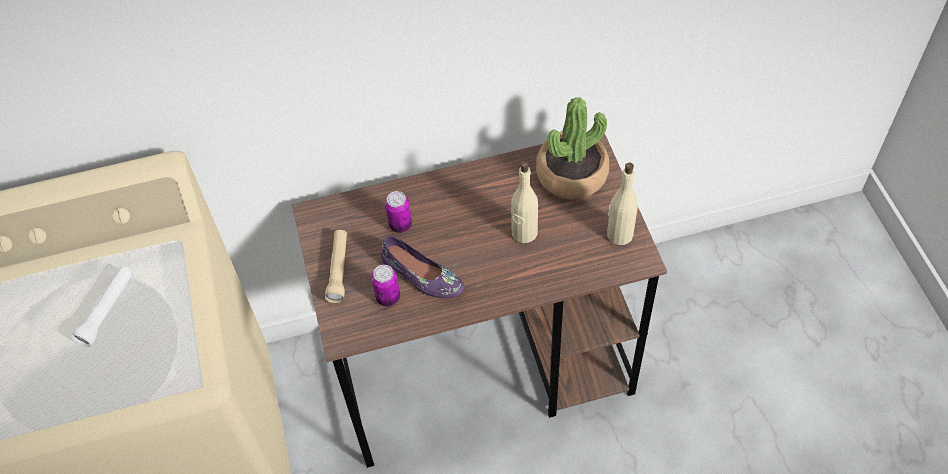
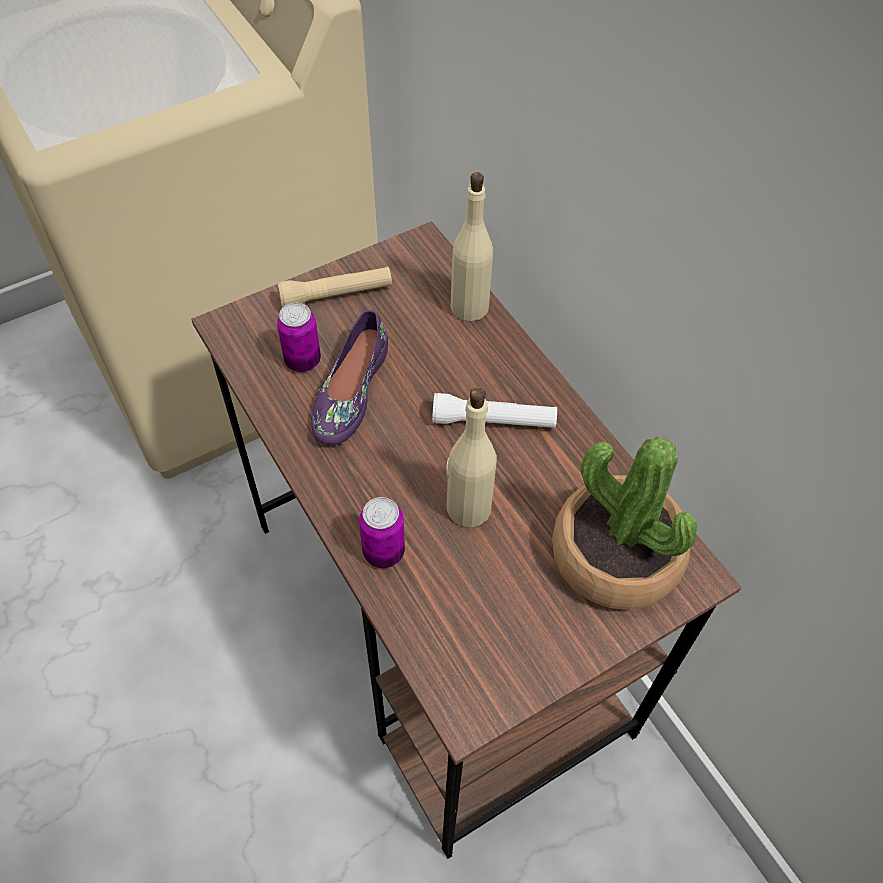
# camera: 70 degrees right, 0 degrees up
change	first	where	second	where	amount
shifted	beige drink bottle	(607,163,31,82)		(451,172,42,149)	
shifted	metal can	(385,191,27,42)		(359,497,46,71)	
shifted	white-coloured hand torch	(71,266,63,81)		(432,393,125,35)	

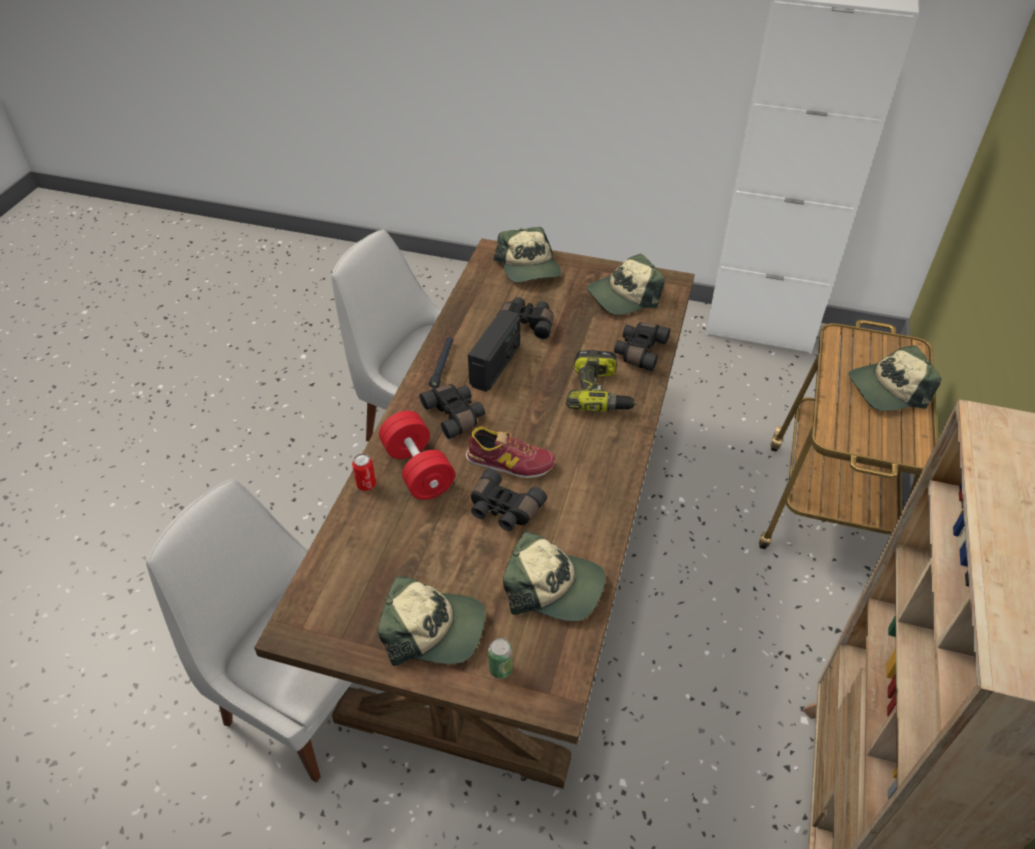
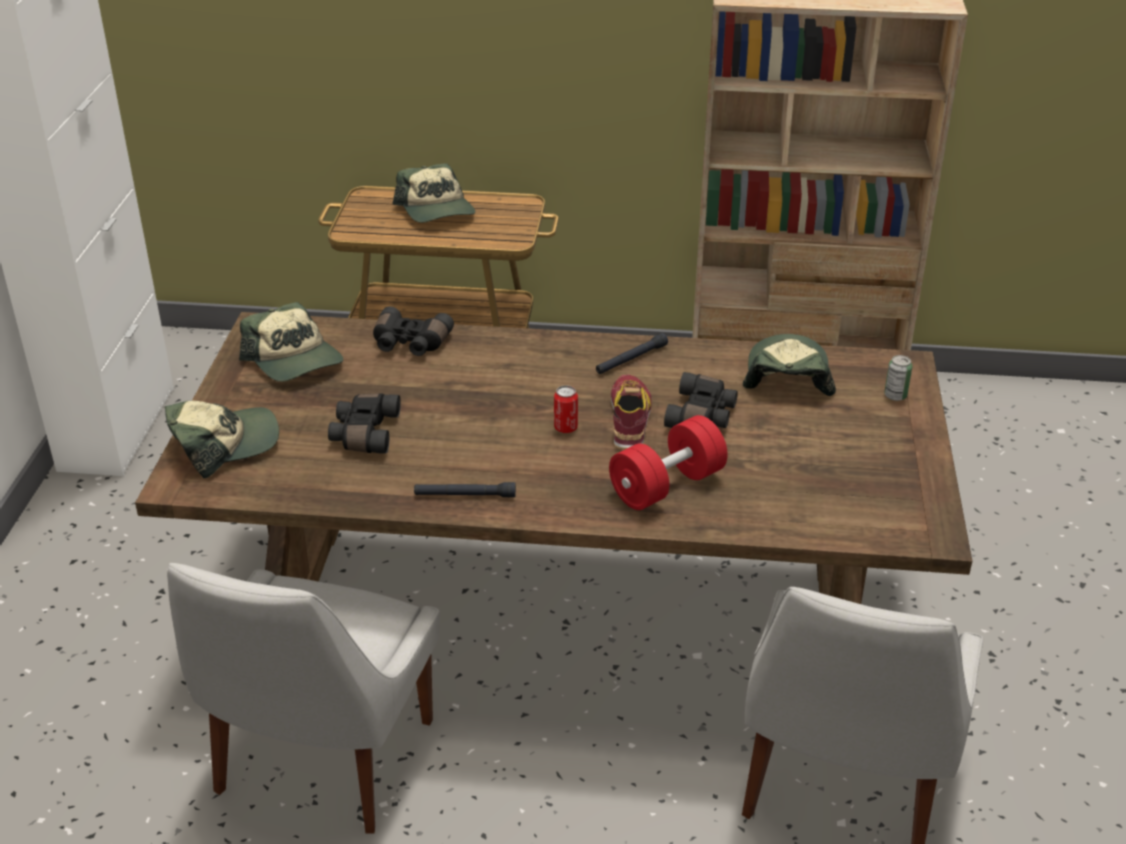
# camera: 100 degrees left, 10 degrees down
change	first	where	second	where	amount
gone	radio	(468,310,52,82)			
gone	drill	(566,350,71,62)			
gone	black-coloured field glasses	(420,384,65,56)			
shifted	metal can	(352,453,24,38)		(554,385,24,48)	
gone	peaked cap	(378,576,107,90)			
new			black-coloured hand torch	(596,333,72,41)	

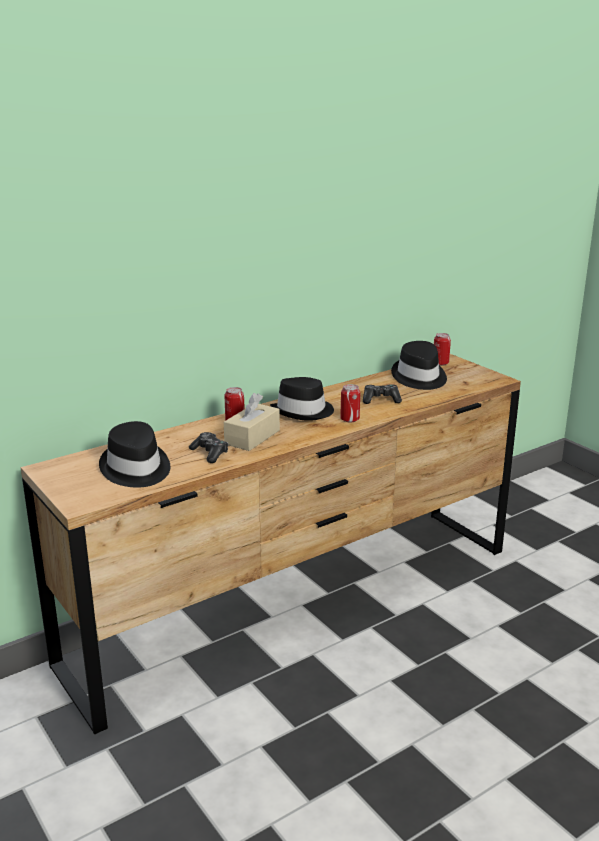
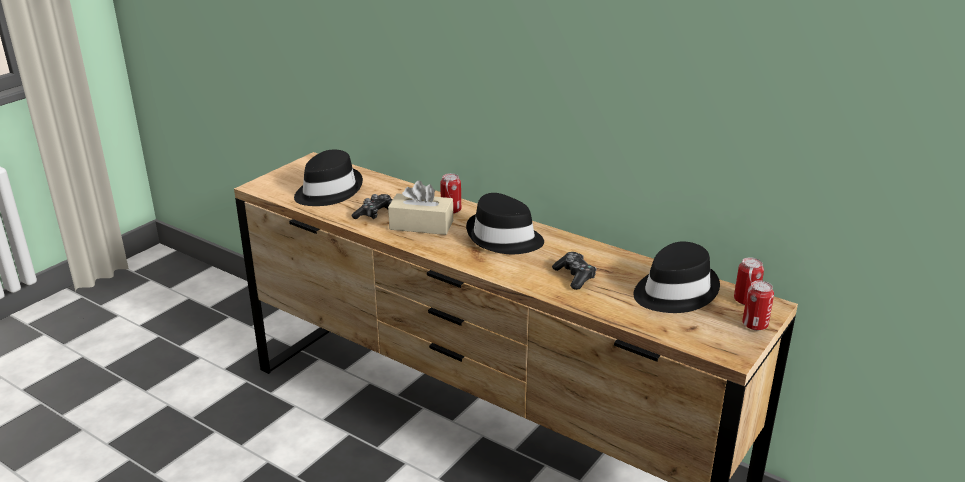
# camera: 70 degrees right, 5 degrees up
change	first	where	second	where	amount
shifted	metal can	(340,384,20,38)		(742,280,32,51)	

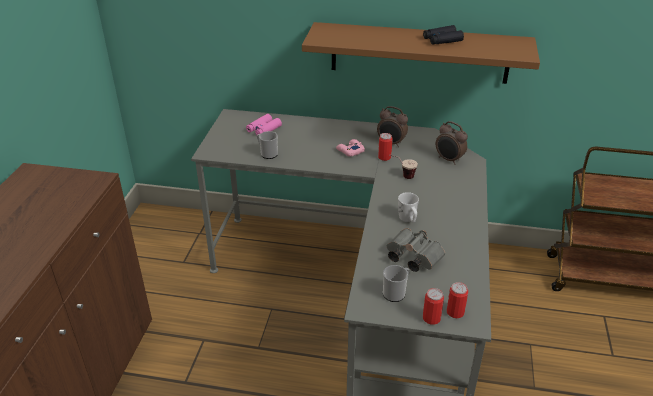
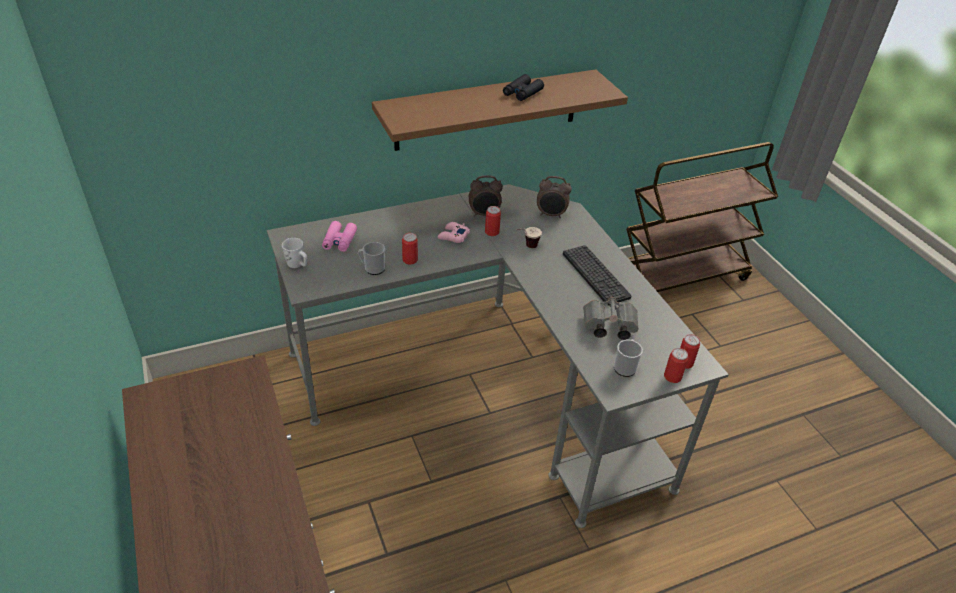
# camera: 35 degrees left, 5 degrees up
change	first	where	second	where	amount
shifted	white-coloured coffee mug	(398,192,21,30)		(282,238,25,30)	
new			metal can	(402,233,16,31)	
new			PC keyboard	(563,245,69,60)	

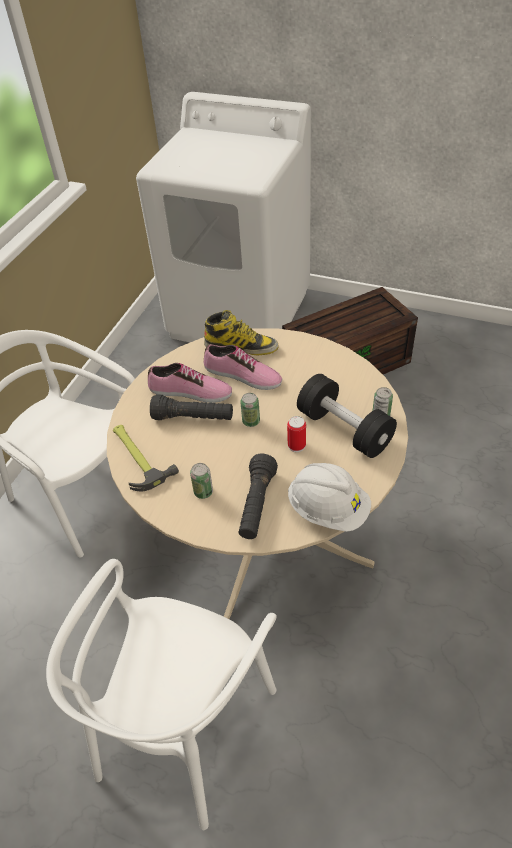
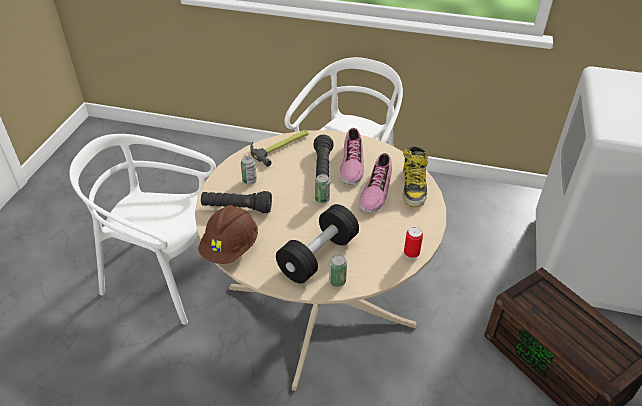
# camera: 80 degrees right, 5 degrees down
change	first	where	second	where	amount
shifted	metal can	(287,416,19,36)		(404,227,19,32)	
repainted	white-coloured hard hat	(288,463,83,69)	brown-coloured hard hat	(198,205,60,59)	

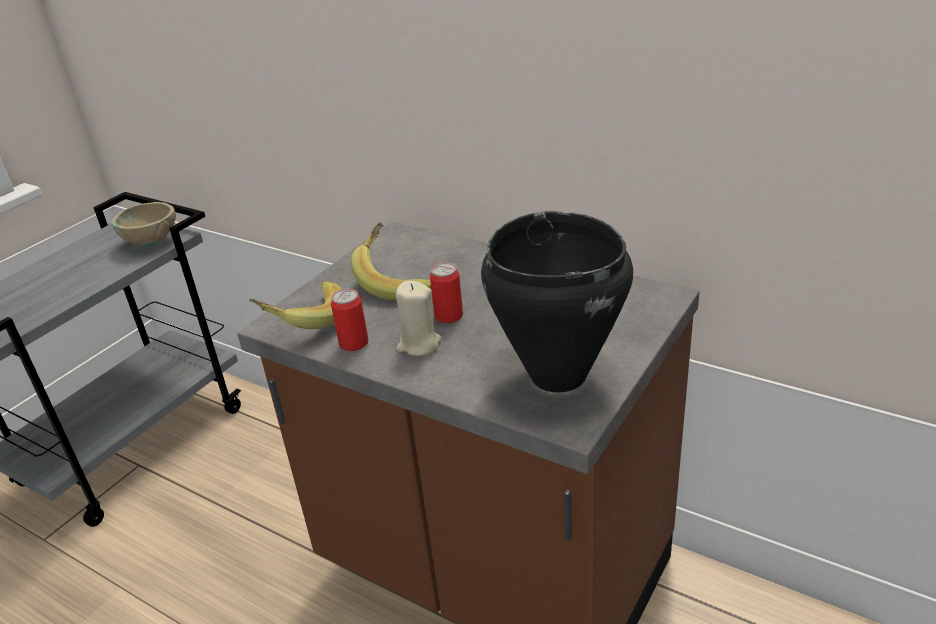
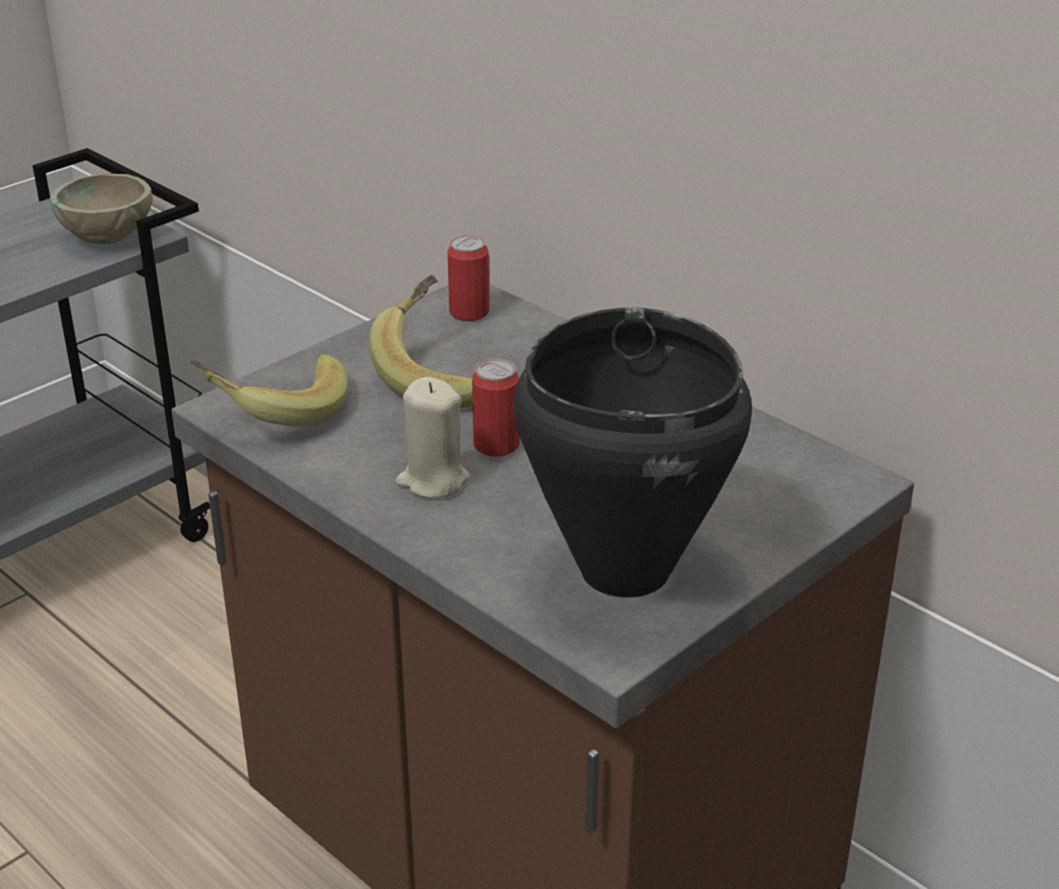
# camera: 10 degrees right, 0 degrees up
change	first	where	second	where	amount
shifted	metal can	(331,289,38,62)		(447,235,43,86)	

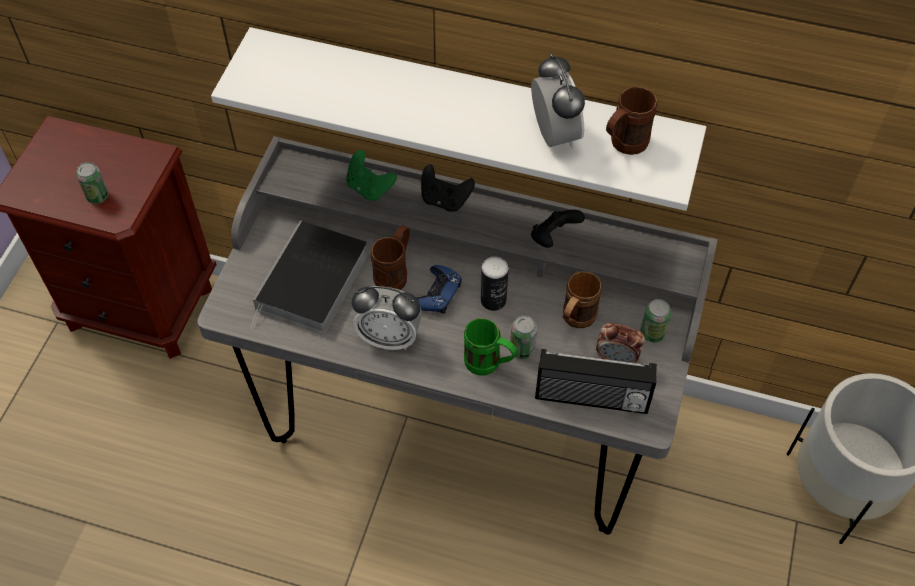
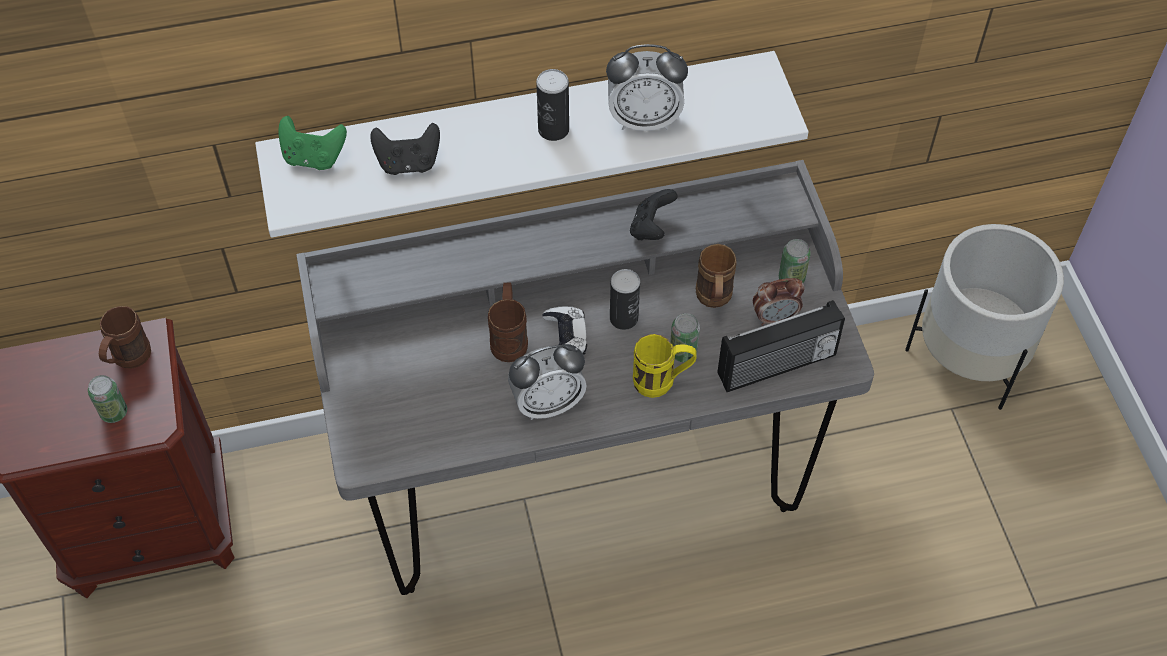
# camera: 30 degrees left, 0 degrees up
change	first	where	second	where	amount
rotated	alarm clock	(531,54,54,94)		(606,44,82,87)	135 degrees clockwise
shifted	brown-coloured coffee mug	(606,87,51,68)		(99,306,52,63)	
shifted	green-coloured gamepad	(346,150,51,51)		(278,116,69,54)	
shifted	black-coloured gamepad	(421,164,54,48)		(370,123,70,52)	
gone	bound book	(251,220,117,114)			
repainted	blue-coloured gamepad	(417,265,45,49)	white-coloured gamepad	(542,307,45,48)	
repainted	green-coloured coffee mug	(464,318,53,57)	yellowish coffee mug	(633,334,64,64)	
new			metal can	(536,69,33,72)	

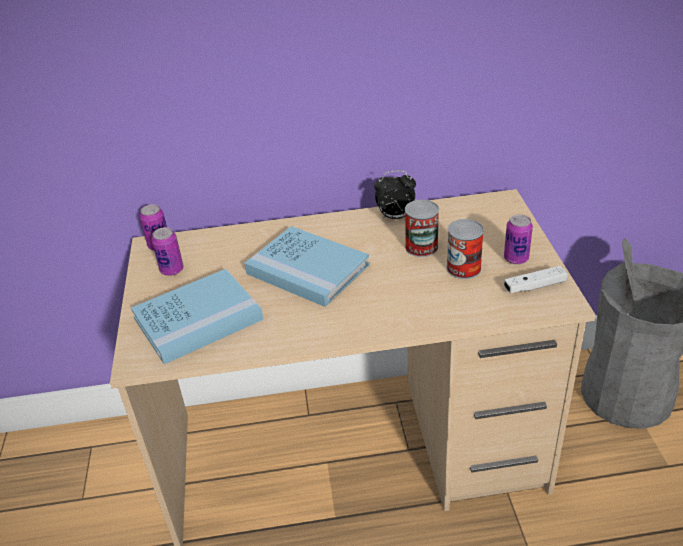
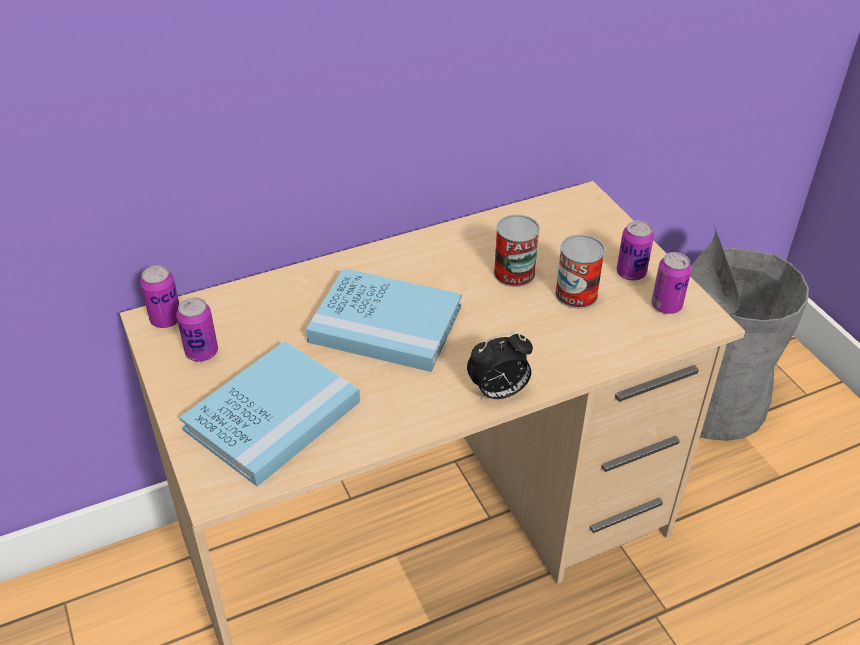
# camera: 20 degrees left, 5 degrees up
change	first	where	second	where	amount
shifted	alarm clock	(374,170,42,50)		(467,332,66,68)	
swapped	white-coloured gamepad	(504,266,64,27)	metal can	(651,252,41,62)	

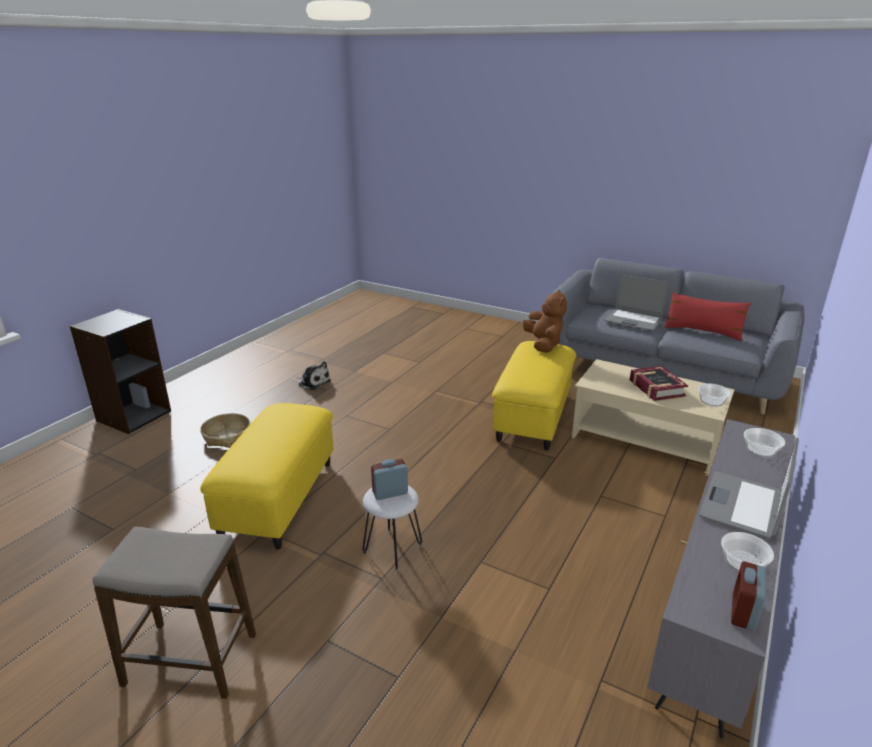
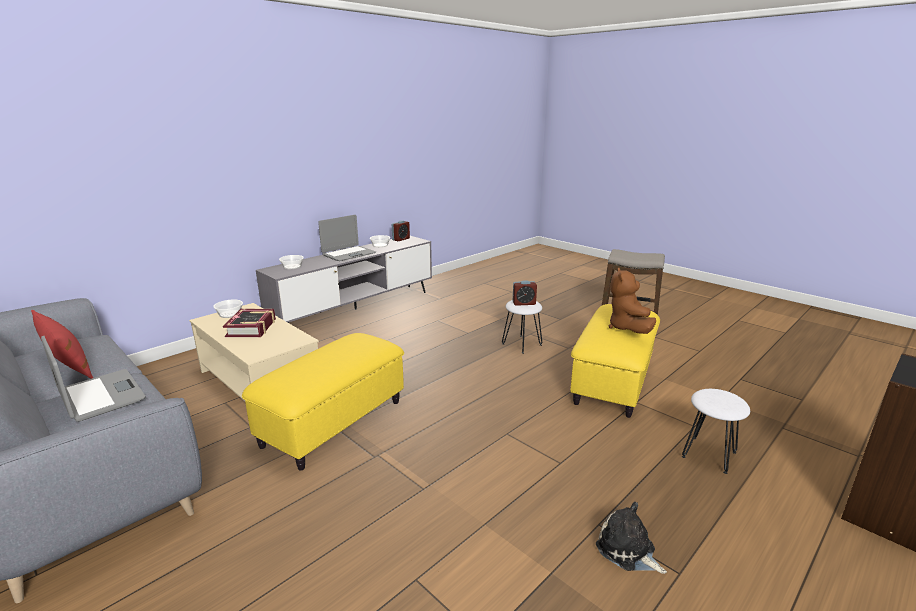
# camera: 165 degrees left, 5 degrees down
change	first	where	second	where	amount
shifted	brown-coloured plush toy	(523,290,44,63)		(609,268,47,66)	
swapped	basket	(200,413,50,35)	white-coloured stool	(682,389,68,85)	

